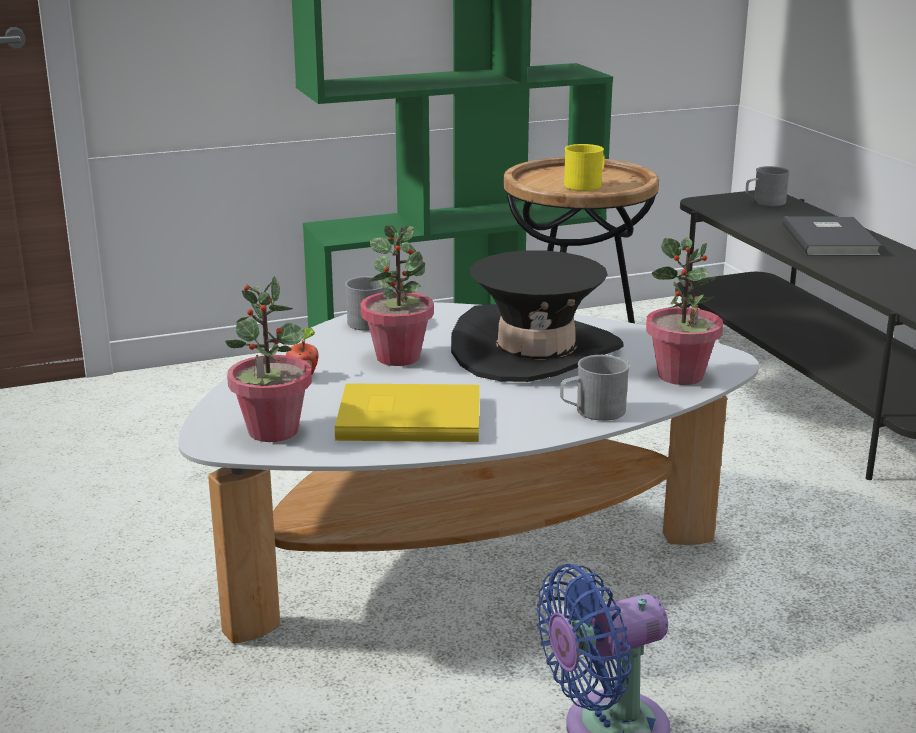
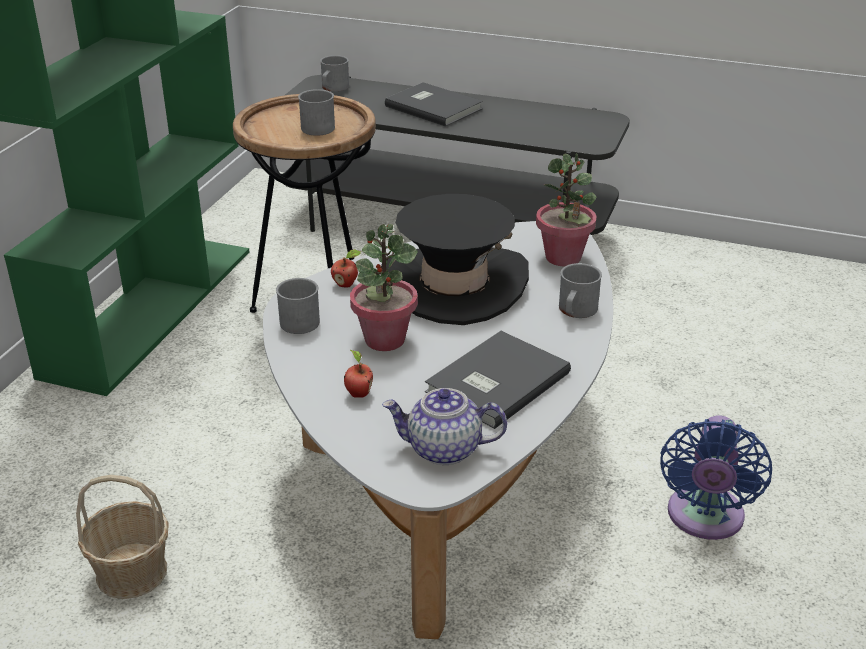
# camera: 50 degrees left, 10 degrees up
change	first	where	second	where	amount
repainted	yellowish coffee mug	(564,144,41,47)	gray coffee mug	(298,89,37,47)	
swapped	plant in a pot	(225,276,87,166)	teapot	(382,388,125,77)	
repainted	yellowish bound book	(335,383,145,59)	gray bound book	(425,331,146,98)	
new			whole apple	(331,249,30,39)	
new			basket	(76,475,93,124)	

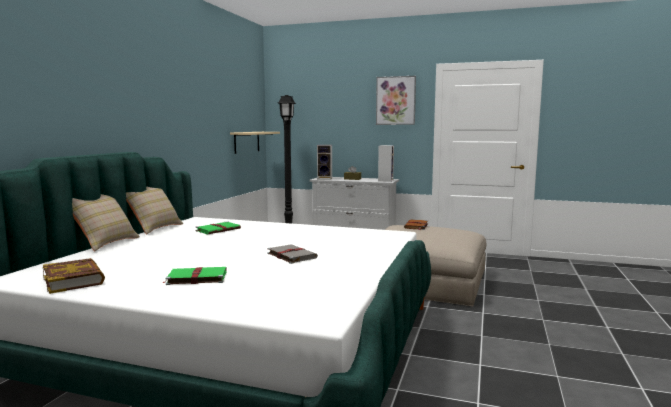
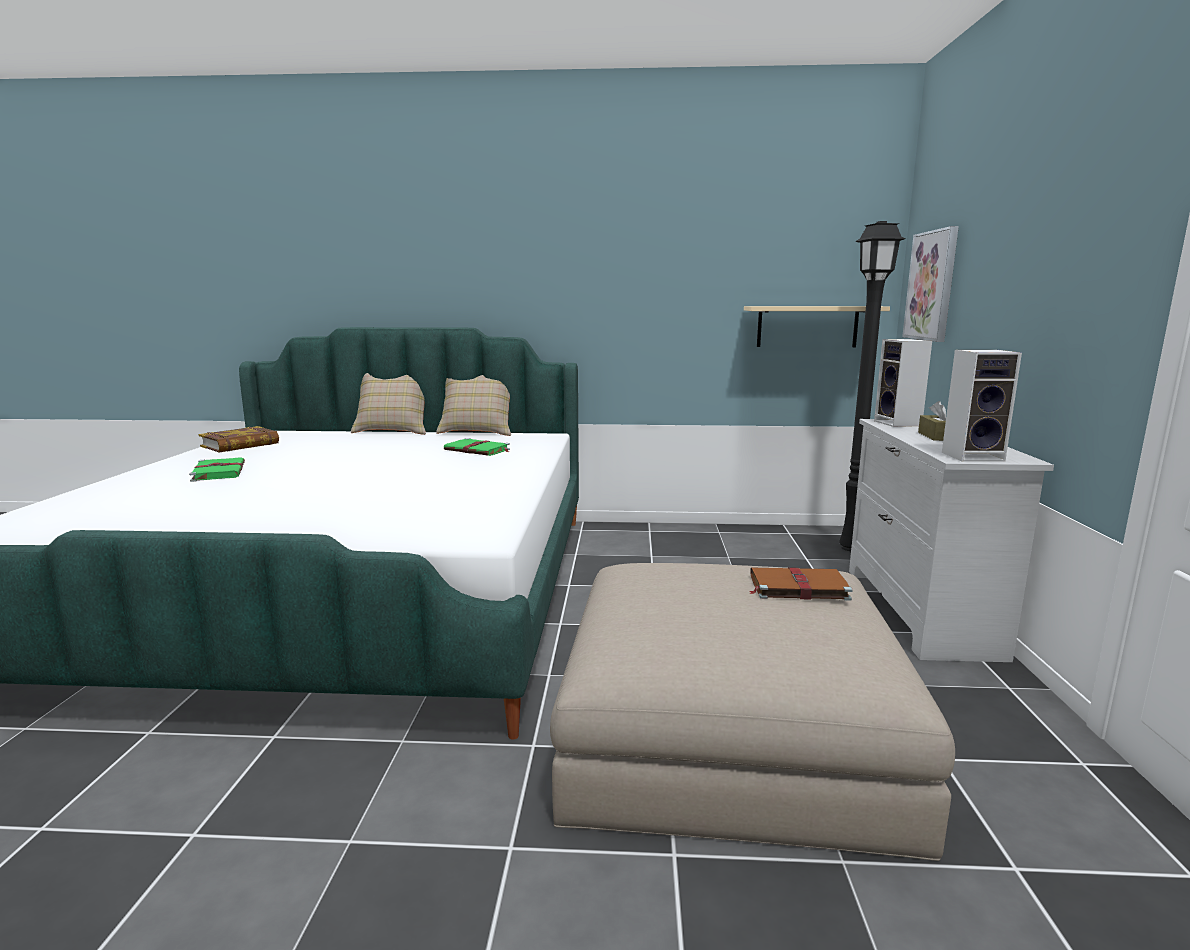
# camera: 75 degrees right, 5 degrees up
change	first	where	second	where	amount
shifted	wall art	(376,76,40,49)		(902,226,57,116)	
gone	gray bound book	(267,244,51,20)			

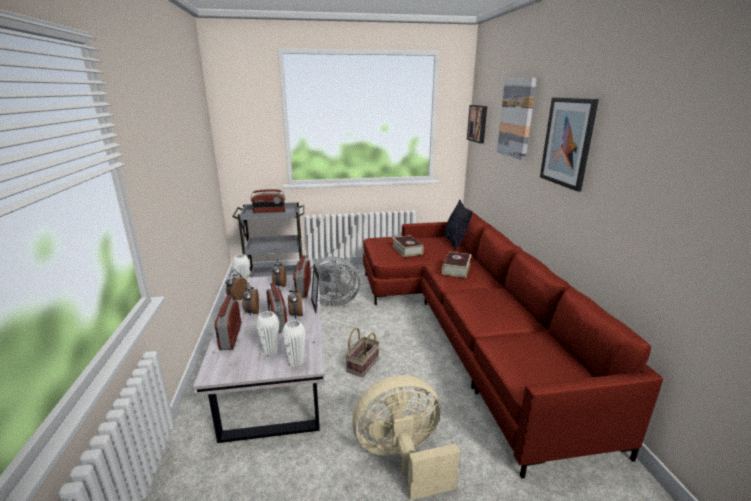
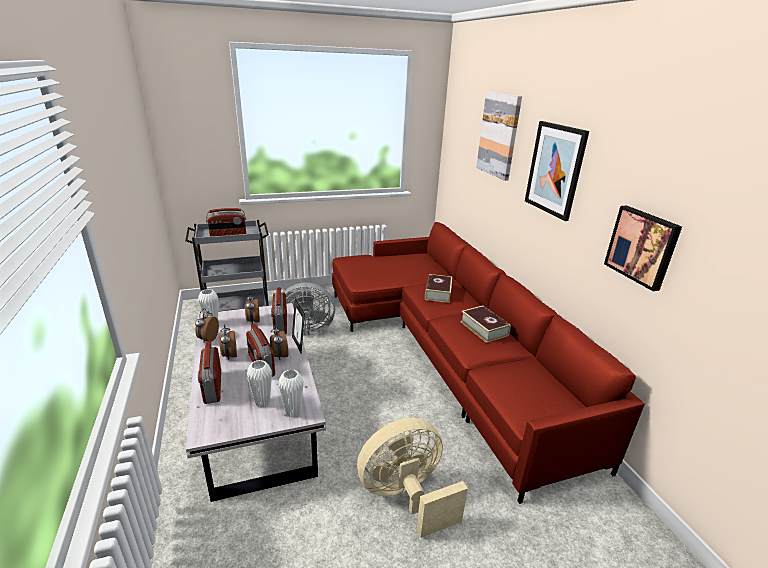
# camera: 10 degrees left, 5 degrees up
change	first	where	second	where	amount
shifted	wall art	(467,105,20,38)		(604,206,78,85)	
gone	cushion	(444,200,29,51)			
shifted	bound book	(392,235,32,22)		(460,305,51,38)	
gone	basket	(345,328,34,49)			

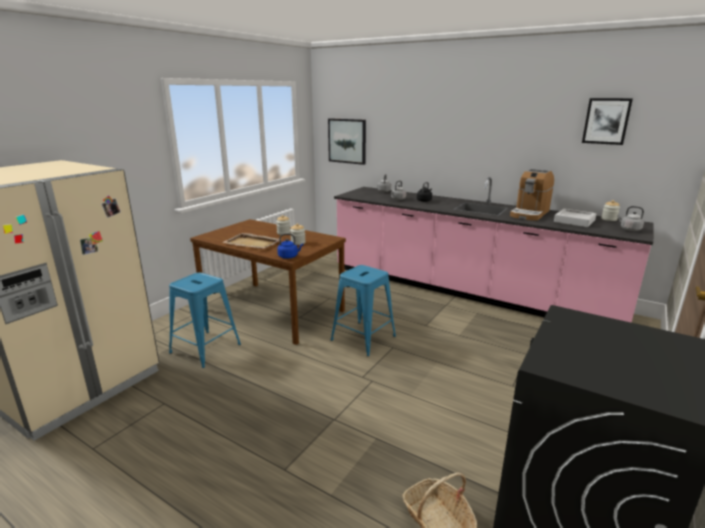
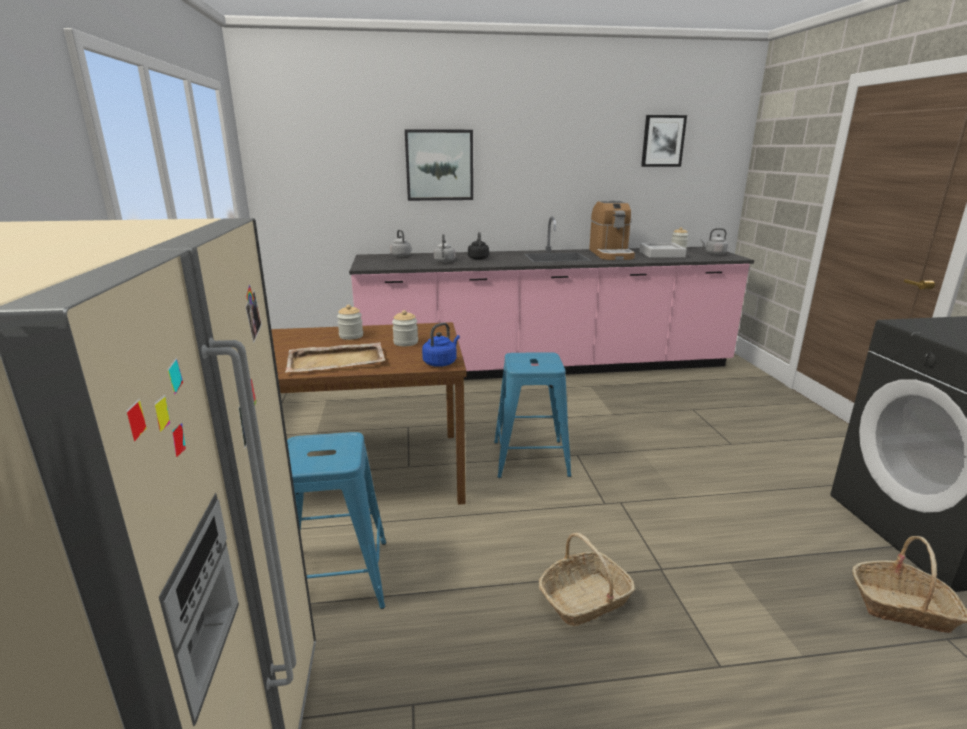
# camera: 40 degrees left, 0 degrees up
change	first	where	second	where	amount
shifted	wall art	(328,118,38,47)		(405,129,68,72)	
new			basket	(539,533,96,93)	

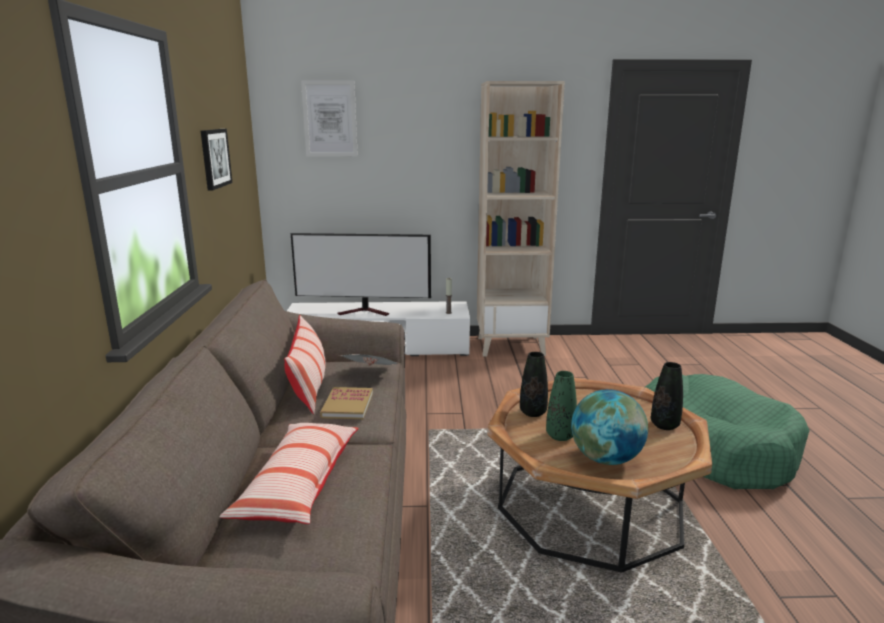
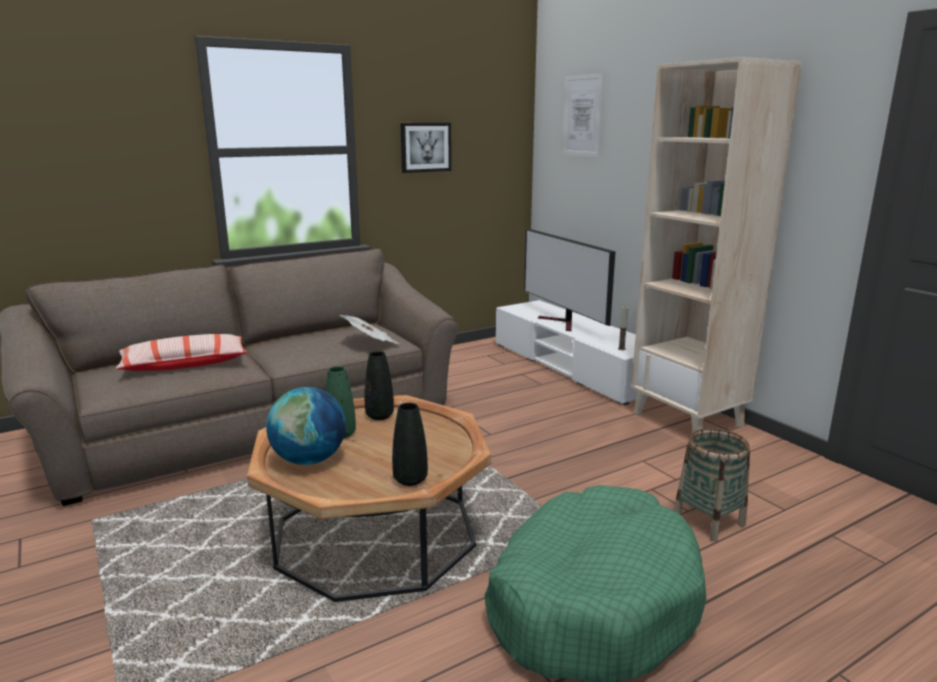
# camera: 60 degrees right, 0 degrees up
change	first	where	second	where	amount
gone	cushion	(284,315,42,99)			
gone	bound book	(320,387,53,32)			
new			basket	(674,428,76,114)	

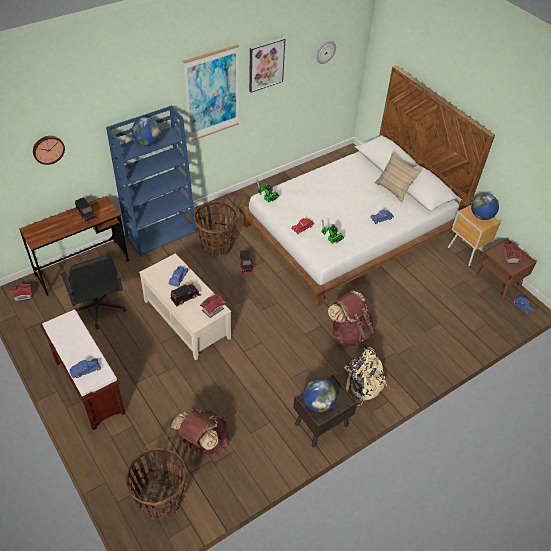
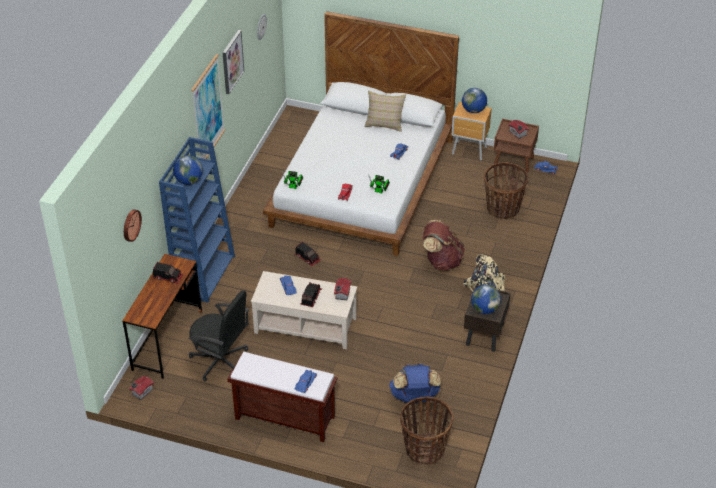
# camera: 35 degrees left, 5 degrees down
change	first	where	second	where	amount
shifted	basket	(194,201,43,55)		(484,162,44,57)	
repainted	brown-coloured rucksack	(171,409,58,46)	blue-coloured rucksack	(389,363,52,40)	

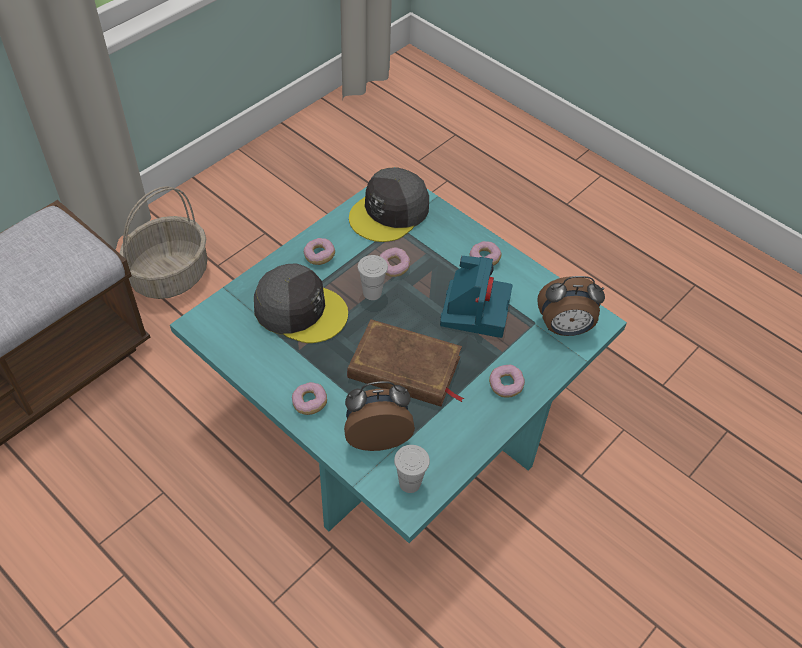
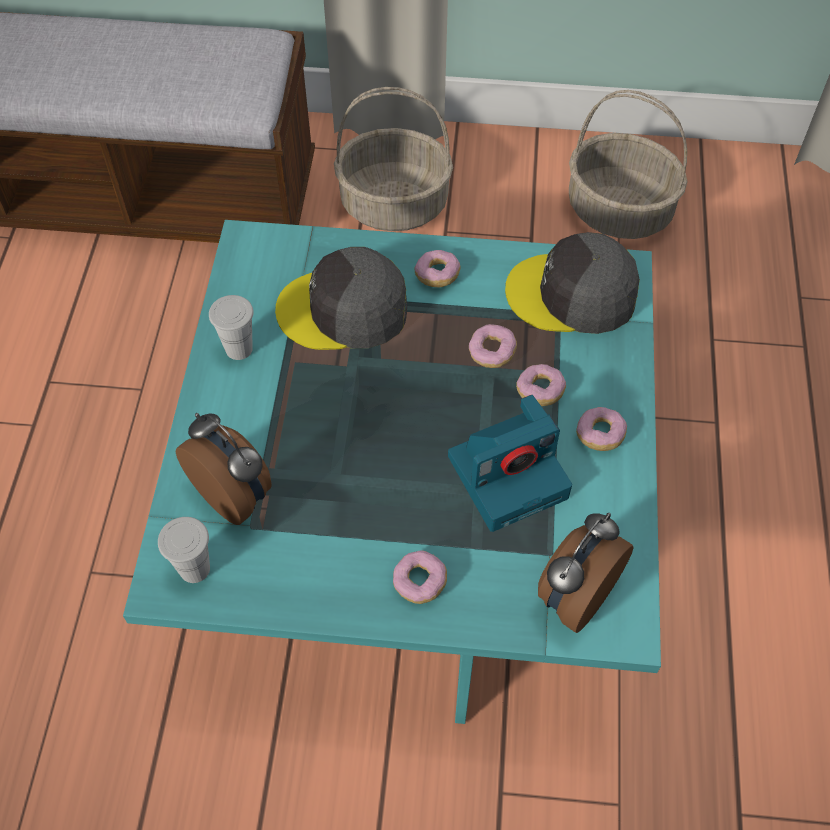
# camera: 55 degrees right, 5 degrees up
change	first	where	second	where	amount
shifted	white-coloured cup	(358,255,30,45)		(209,295,45,65)	
rotated	gray peaked cap	(254,263,94,80)		(275,247,132,103)	105 degrees clockwise
rotated	alarm clock	(538,276,67,60)		(538,513,96,120)	75 degrees clockwise
gone	brown-coloured bound book	(347,319,117,88)			
shifted	ring doughnut	(292,382,35,33)		(516,364,50,42)	
new			basket	(569,90,119,149)	

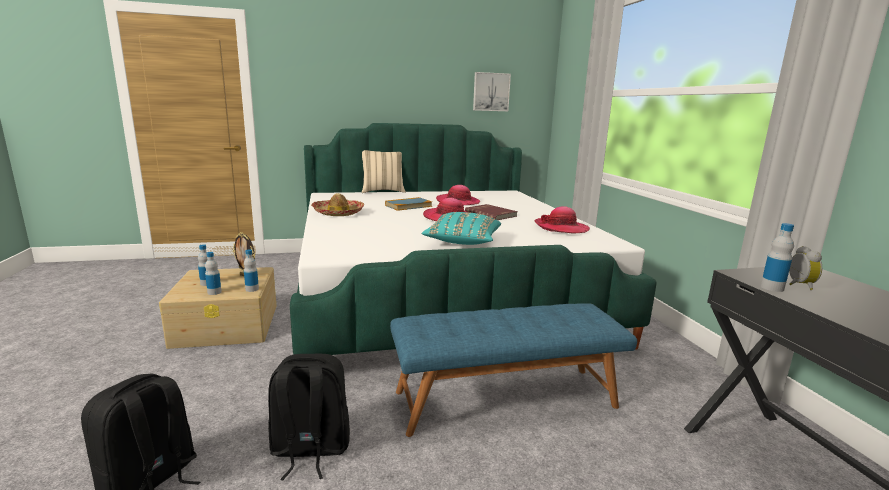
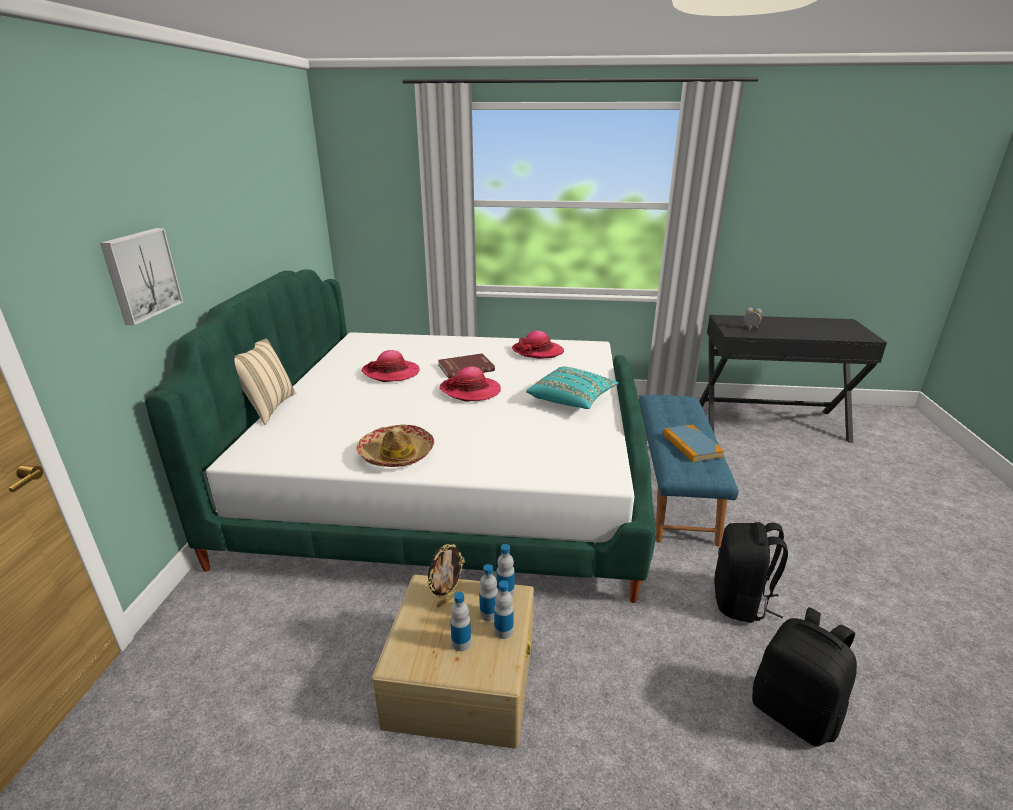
# camera: 70 degrees left, 10 degrees up
change	first	where	second	where	amount
shifted	wall art	(473,72,38,39)		(100,228,83,97)	
shifted	bound book	(385,197,47,14)		(663,425,62,38)	
shifted	drink bottle	(761,223,33,69)		(479,564,19,57)	

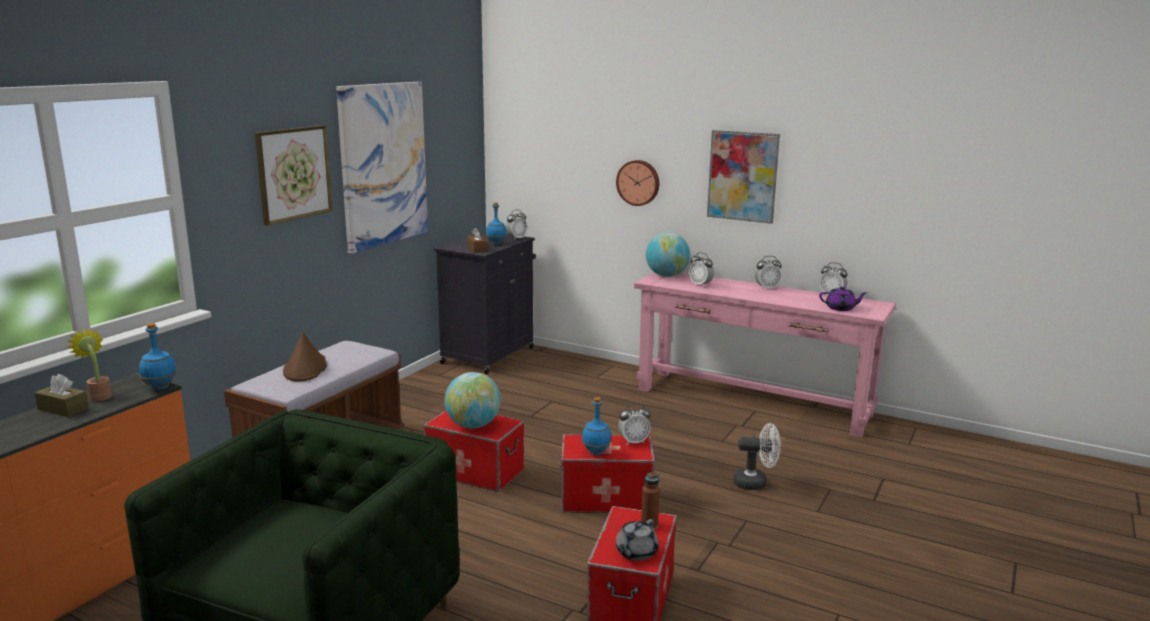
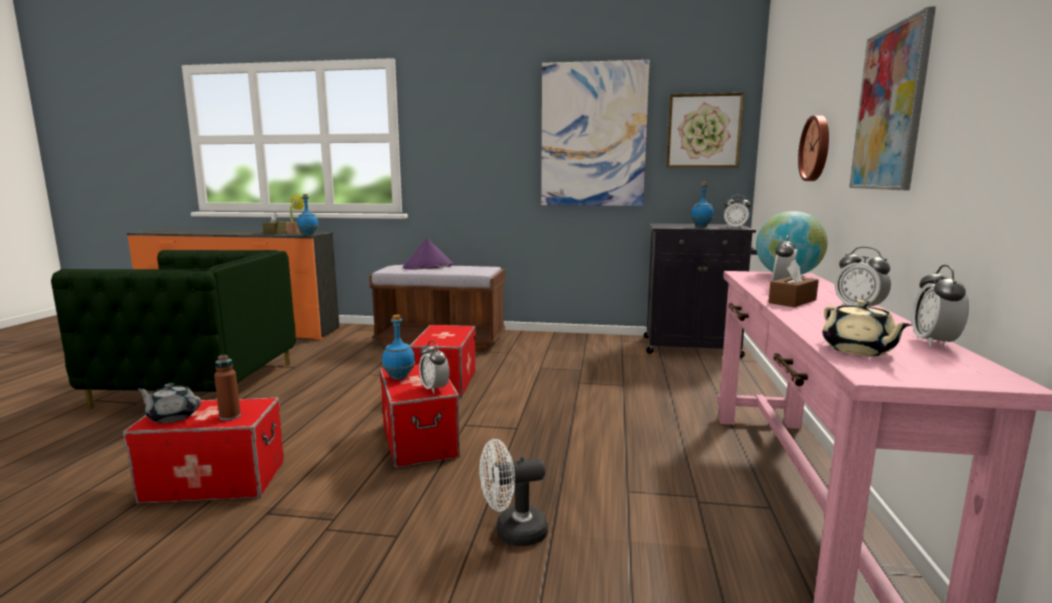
# camera: 70 degrees right, 5 degrees down
change	first	where	second	where	amount
shifted	wall art	(255,125,78,101)		(666,93,78,75)	
shifted	brown-coloured tissue box	(467,228,21,25)		(768,260,51,47)	
repainted	purplish teapot	(819,286,49,25)	beige teapot	(822,299,89,57)	
repainted	brown-coloured hat	(283,333,44,49)	purplish hat	(403,238,51,31)	
gone	world globe	(444,372,57,56)			
rotated	white-coloured fan	(733,423,48,67)		(480,439,68,107)	90 degrees clockwise

